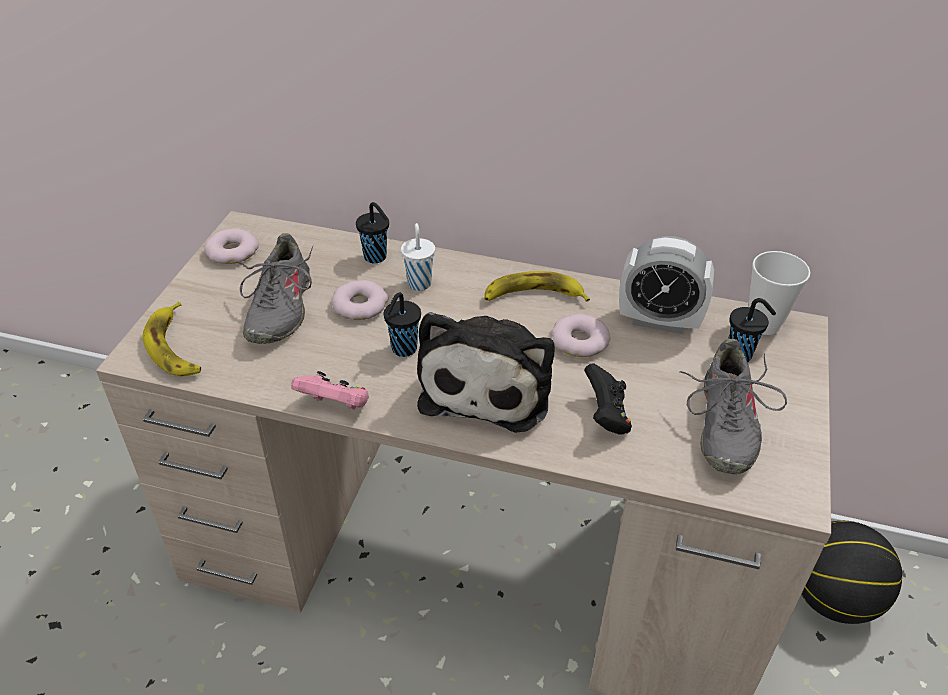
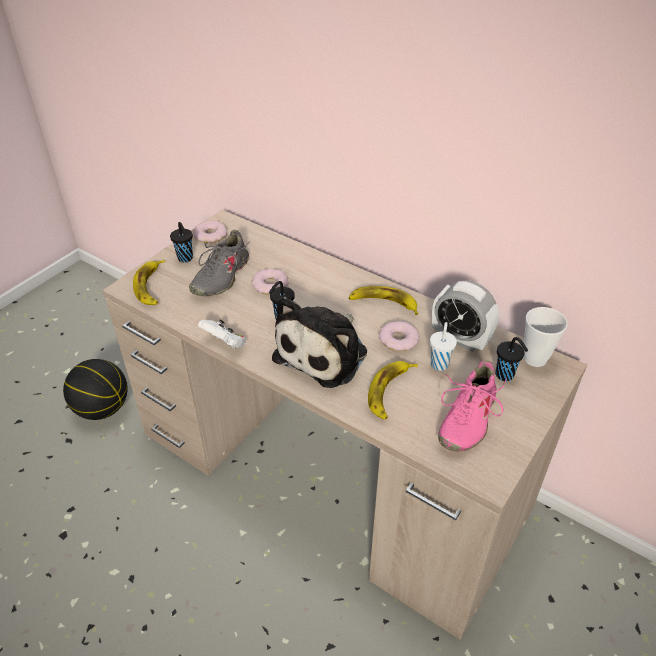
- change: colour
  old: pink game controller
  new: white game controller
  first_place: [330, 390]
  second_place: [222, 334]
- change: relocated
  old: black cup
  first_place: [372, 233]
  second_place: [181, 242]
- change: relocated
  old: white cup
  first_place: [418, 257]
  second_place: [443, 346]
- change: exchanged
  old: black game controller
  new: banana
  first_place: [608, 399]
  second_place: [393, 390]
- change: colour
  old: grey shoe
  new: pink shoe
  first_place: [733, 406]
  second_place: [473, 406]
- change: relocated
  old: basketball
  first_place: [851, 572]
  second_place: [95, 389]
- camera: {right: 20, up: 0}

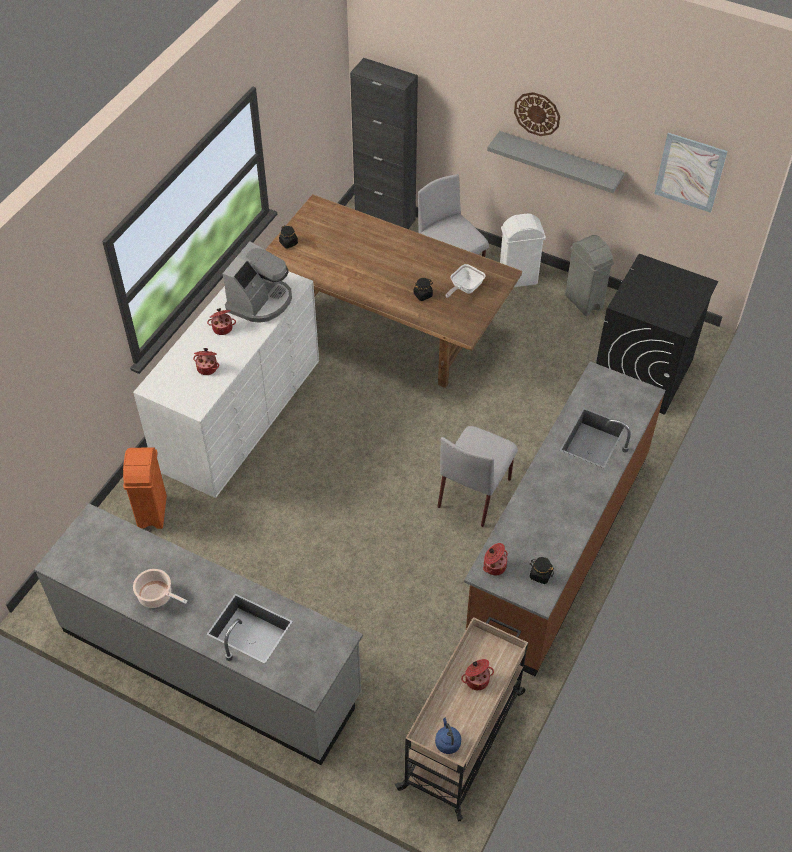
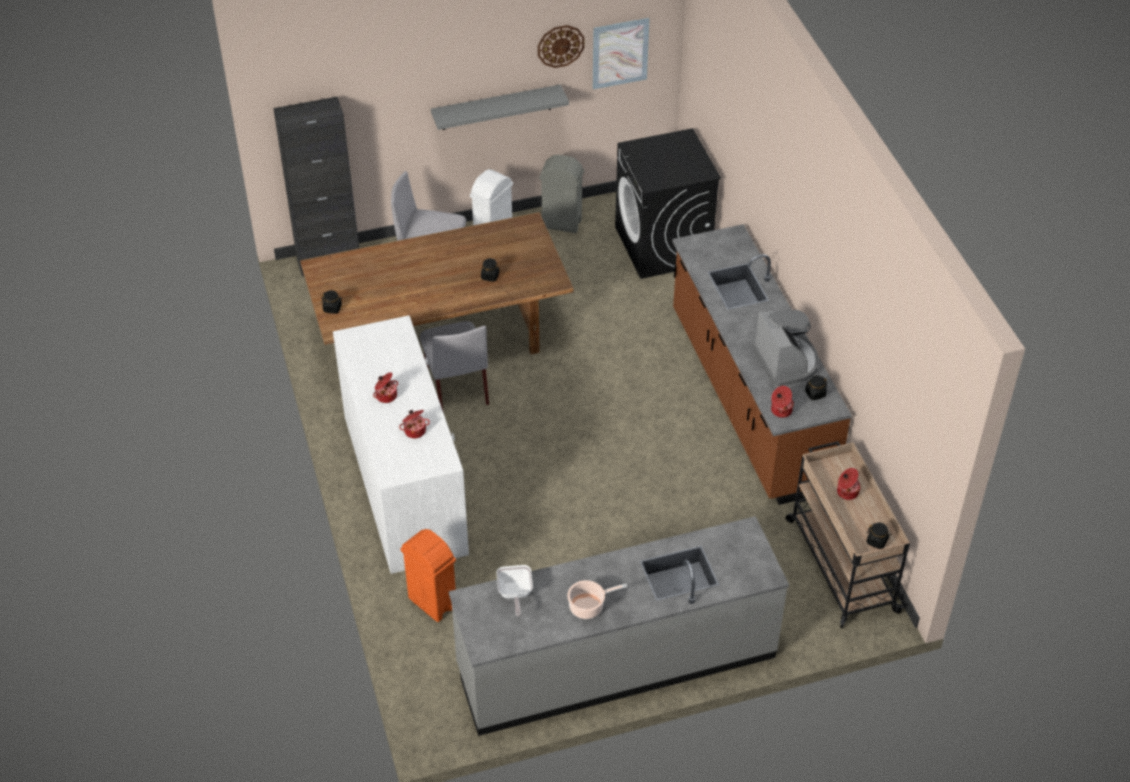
- change: relocated
  old: coffee machine
  first_place: [257, 282]
  second_place: [786, 348]
- change: exchanged
  old: blue kettle
  new: black jar
  first_place: [448, 736]
  second_place: [878, 536]
- change: relocated
  old: grey chair
  first_place: [477, 476]
  second_place: [454, 367]
- change: relocated
  old: frying pan
  first_place: [465, 281]
  second_place: [515, 590]
- change: relocated
  old: wall clock
  first_place: [537, 114]
  second_place: [561, 46]
- camera: {right: -45, up: -5}

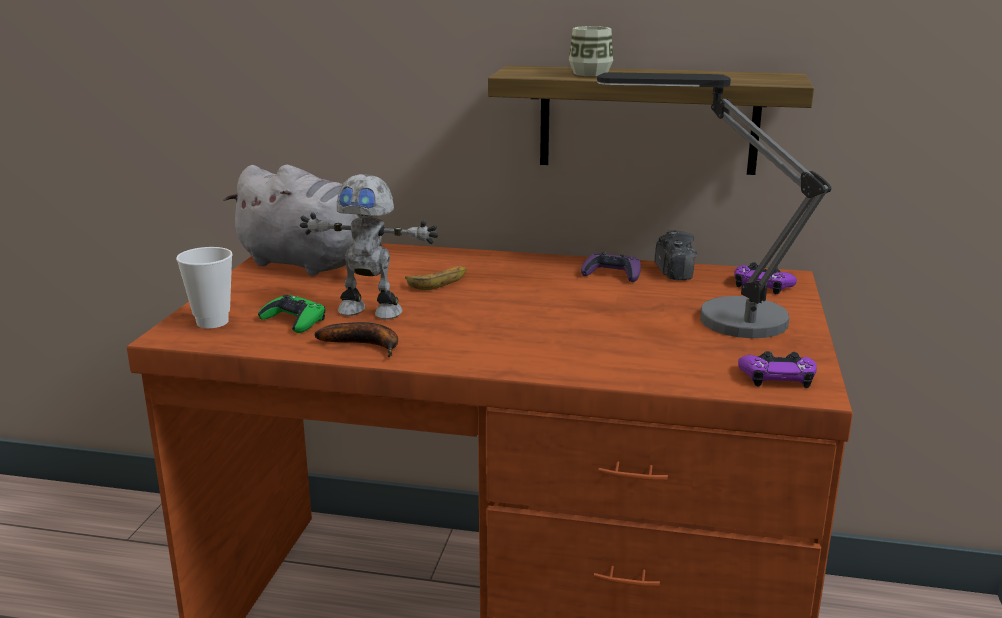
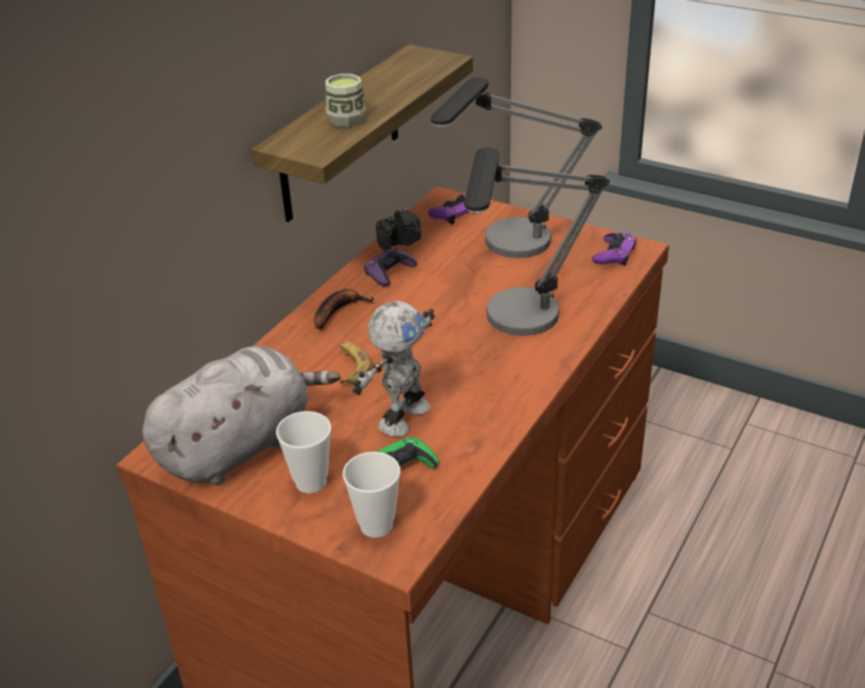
- change: relocated
  old: banana
  first_place: [356, 339]
  second_place: [344, 309]
- change: spun
  old: photo camera
  first_place: [676, 255]
  second_place: [398, 229]
  degrees: 150
- change: appeared
  new: cup
  second_place: [303, 452]
- change: appeared
  new: table lamp
  second_place: [537, 241]
- camera: {right: -70, up: 15}

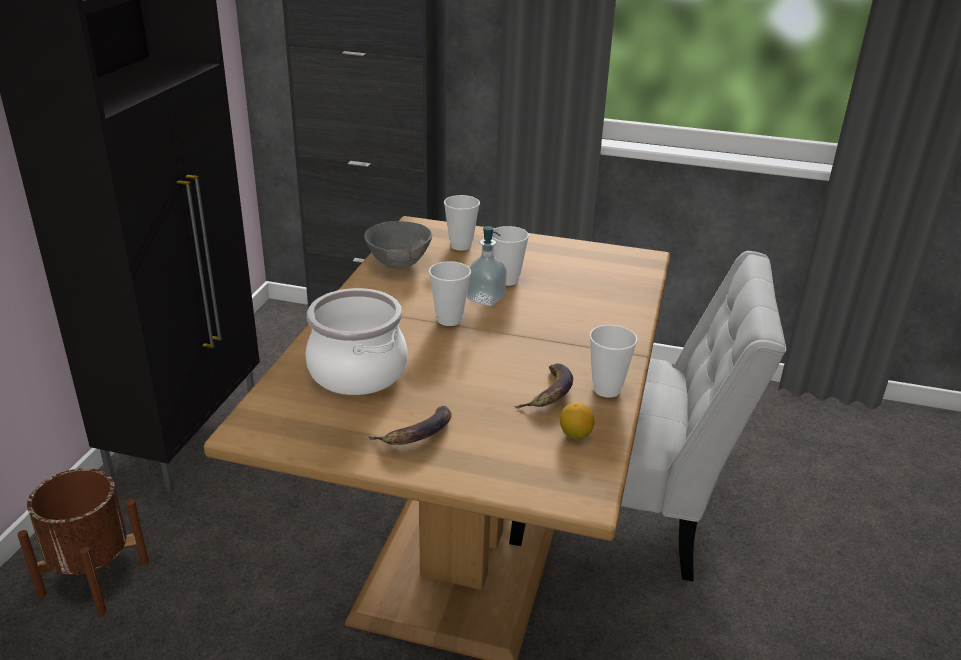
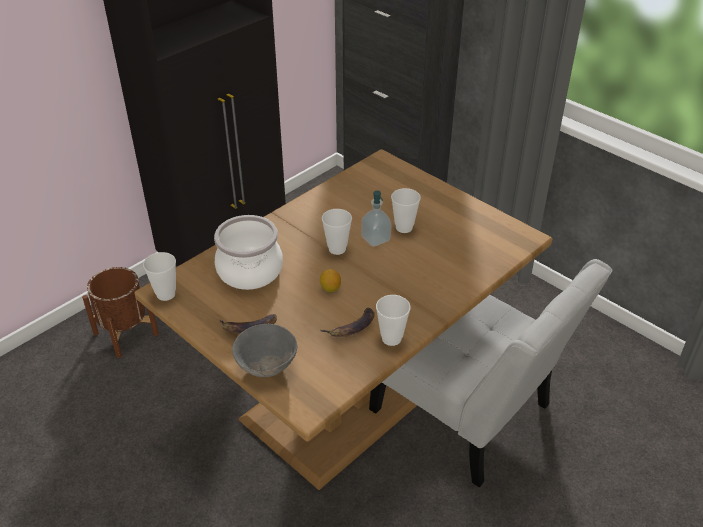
- change: relocated
  old: grey bowl
  first_place: [398, 244]
  second_place: [264, 350]
- change: relocated
  old: cup
  first_place: [462, 223]
  second_place: [159, 276]
- change: relocated
  old: lemon
  first_place: [577, 420]
  second_place: [330, 280]
- camera: {right: 30, up: 10}

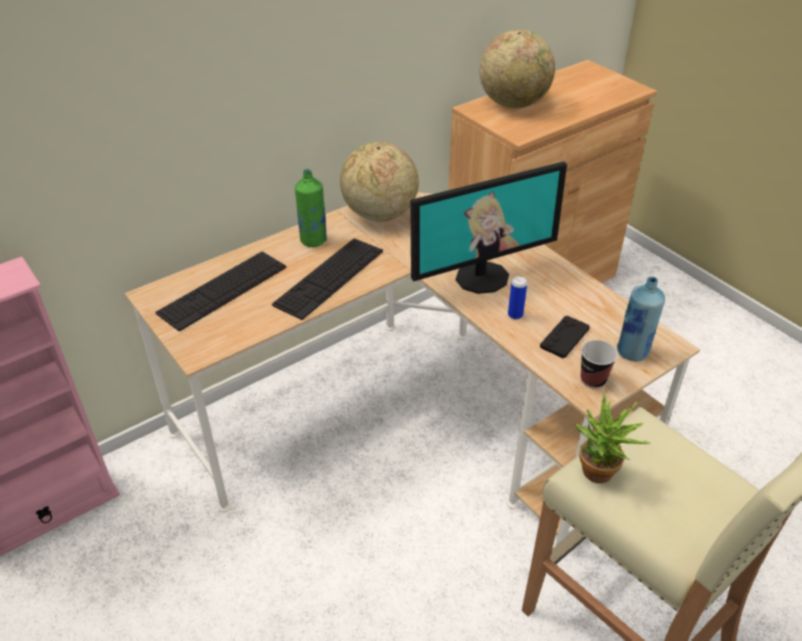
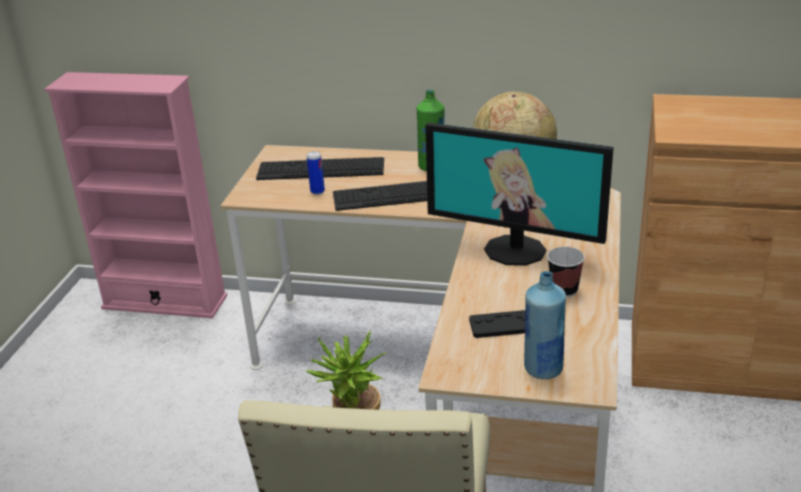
- change: missing
  old: globe
  first_place: [517, 68]
- change: relocated
  old: can
  first_place: [517, 298]
  second_place: [316, 173]
- change: relocated
  old: cup
  first_place: [599, 364]
  second_place: [566, 272]
- camera: {right: 50, up: -10}

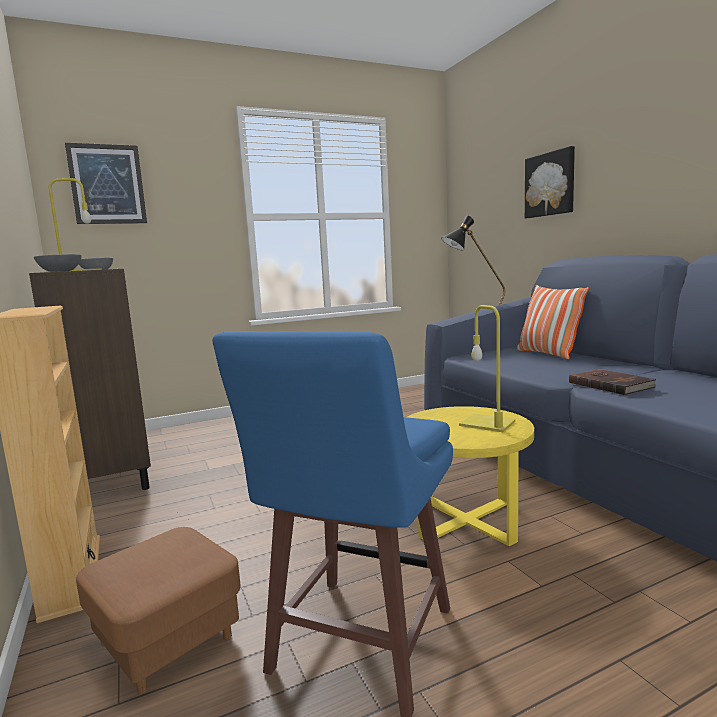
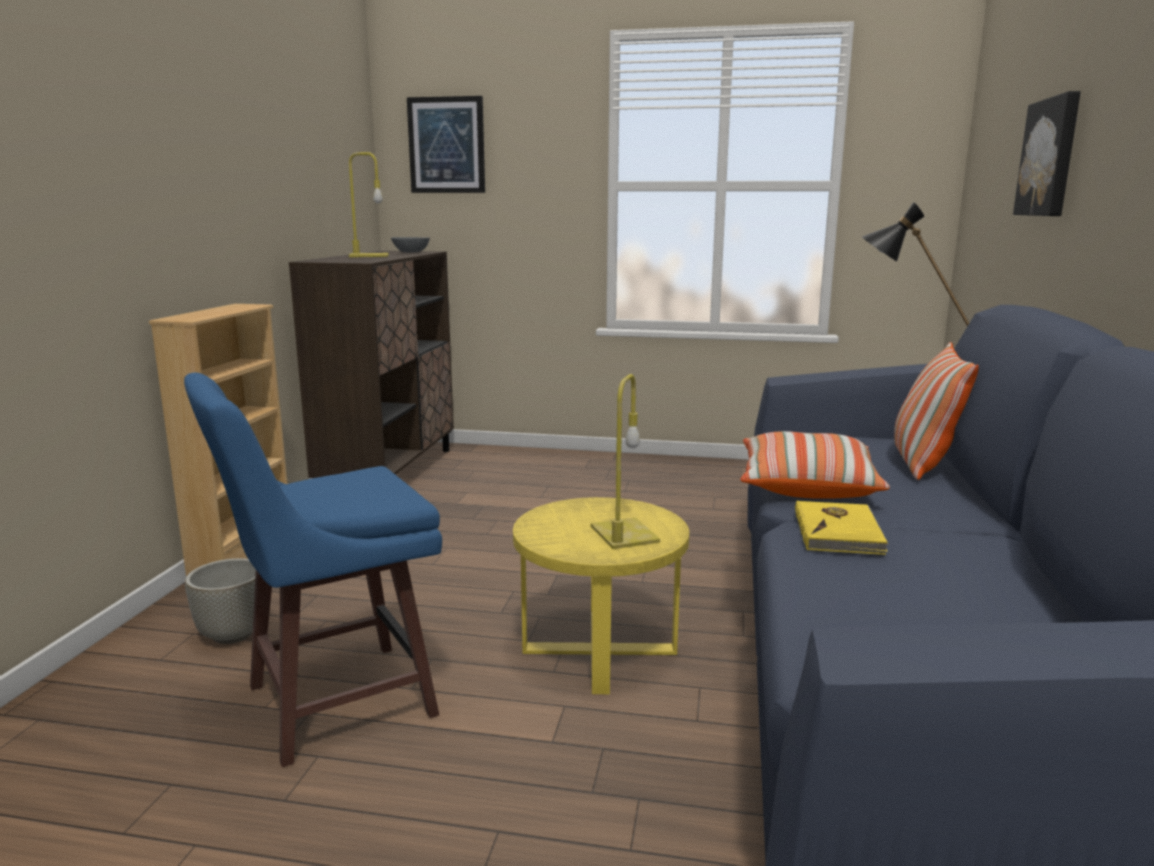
- change: missing
  old: grey bowl
  first_place: [58, 263]
- change: exchanged
  old: brown ottoman
  new: grey planter
  first_place: [158, 610]
  second_place: [220, 601]
- change: colour
  old: brown book
  new: yellow book
  first_place: [613, 382]
  second_place: [842, 528]
- change: appeared
  new: pillow
  second_place: [815, 465]
- camera: {right: 35, up: 5}

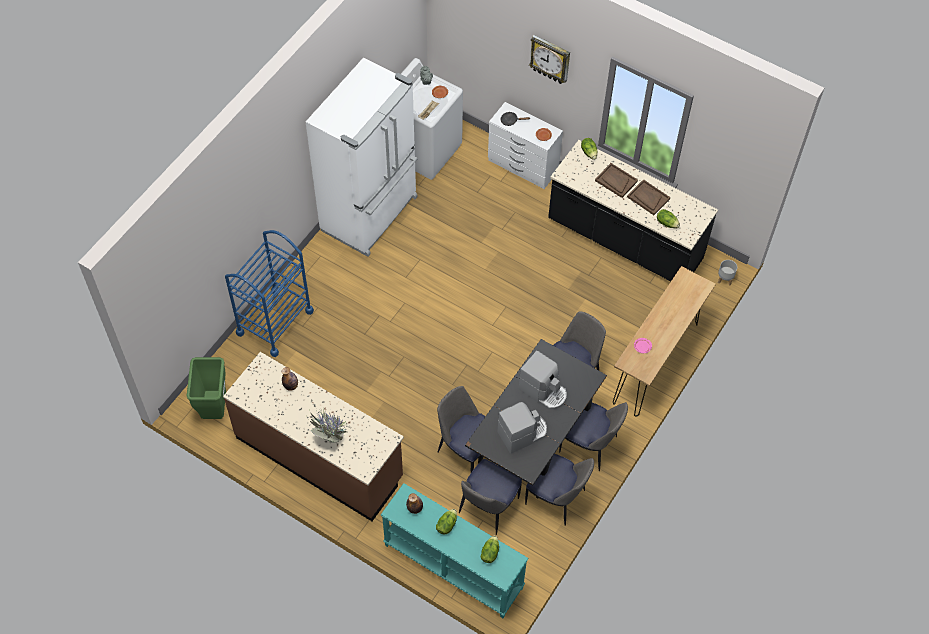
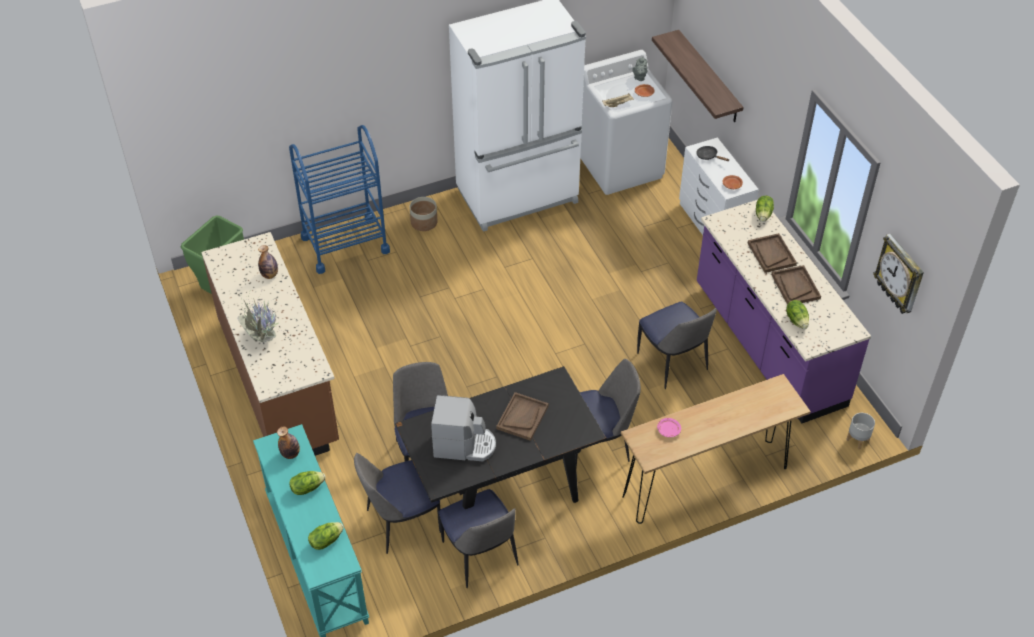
- change: exchanged
  old: coffee machine
  new: brown tray
  first_place: [543, 379]
  second_place: [522, 416]
- change: relocated
  old: wall clock
  first_place: [549, 59]
  second_place: [898, 274]
- change: colour
  old: black counter
  new: purple counter
  first_place: [633, 210]
  second_place: [784, 311]
- change: relocated
  old: chair
  first_place: [593, 436]
  second_place: [677, 345]
- change: appeared
  new: planter
  second_place: [423, 214]
- change: appeared
  new: shelf
  second_place: [697, 76]
- camera: {right: 35, up: -10}

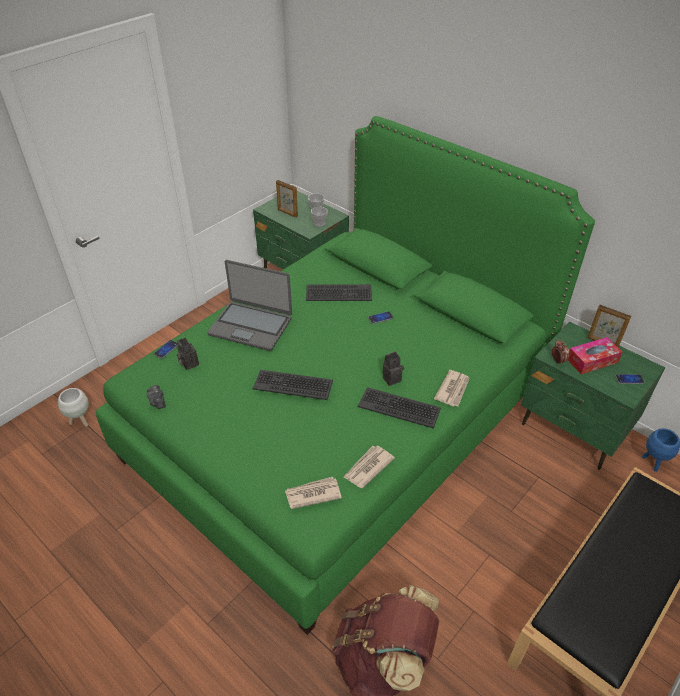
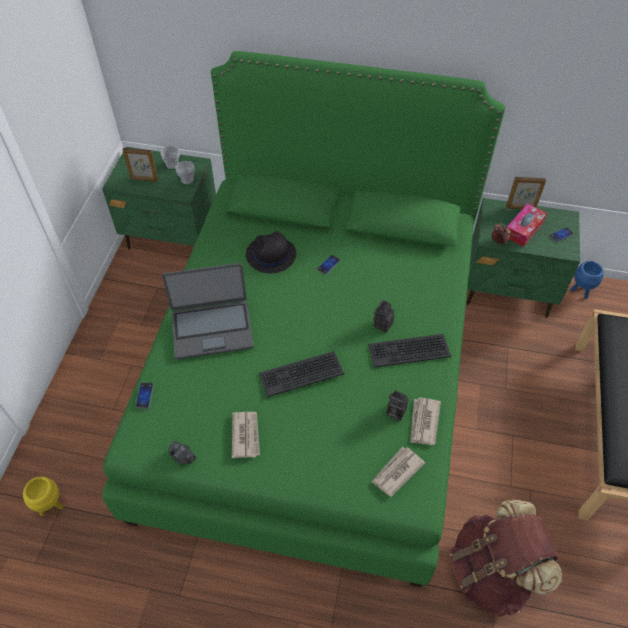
- change: colour
  old: white planter
  new: yellow planter
  first_place: [73, 407]
  second_place: [43, 496]
- change: relocated
  old: photo camera
  first_place: [188, 354]
  second_place: [397, 405]
- change: exchanged
  old: keyboard
  new: black hat
  first_place: [339, 292]
  second_place: [271, 252]
- change: relocated
  old: newspaper
  first_place: [452, 388]
  second_place: [246, 435]
- camera: {right: -30, up: 10}

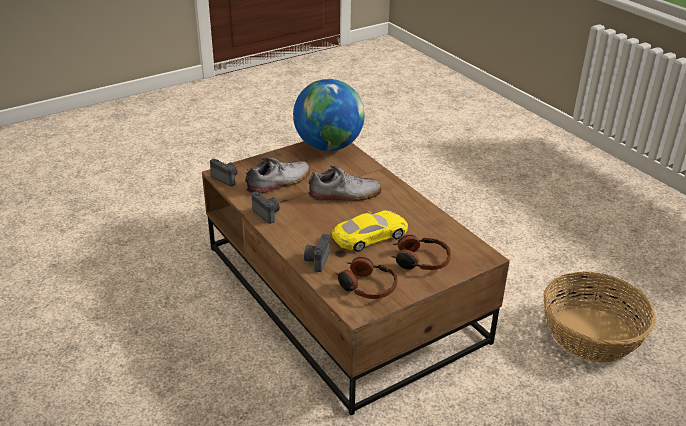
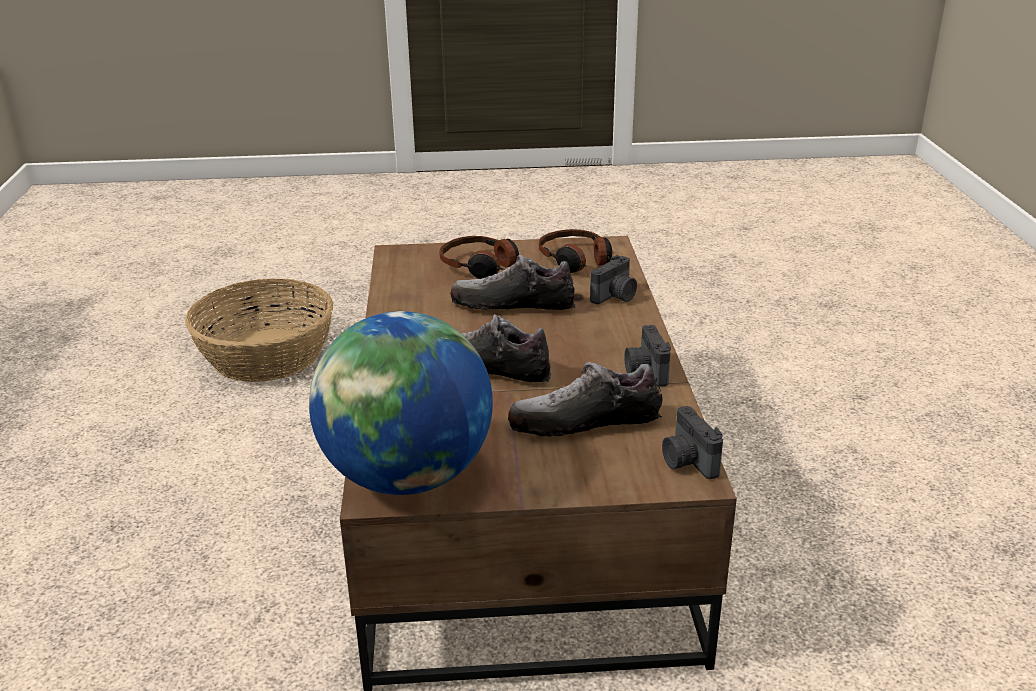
- change: exchanged
  old: yellow toy car
  new: shoe
  first_place: [370, 231]
  second_place: [513, 282]
- camera: {right: -150, up: -5}

